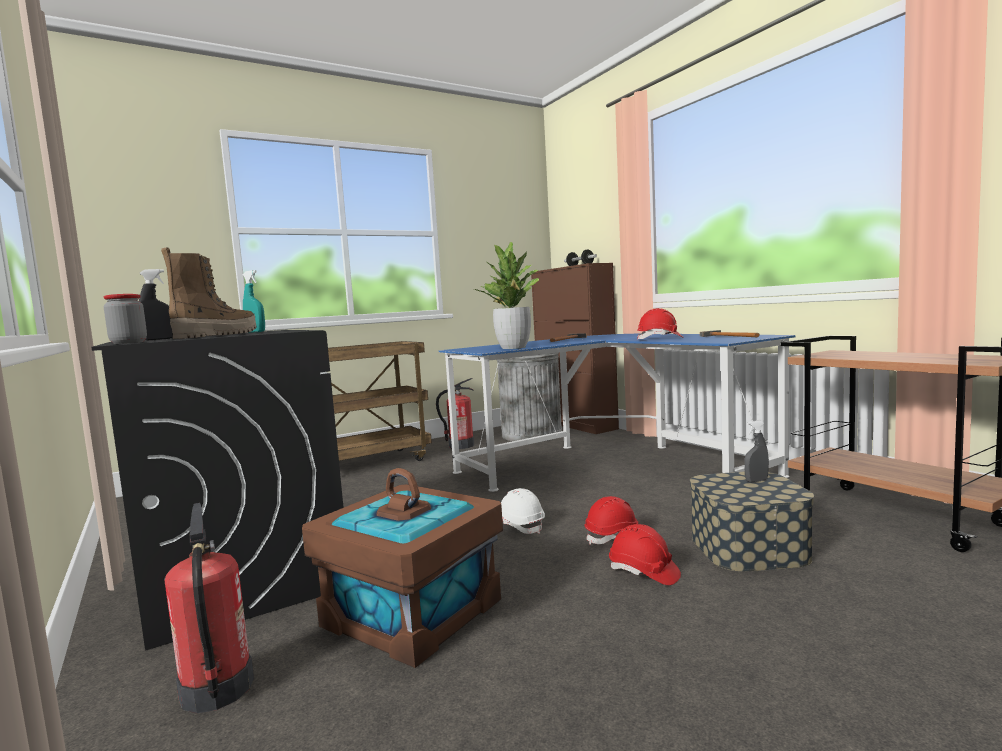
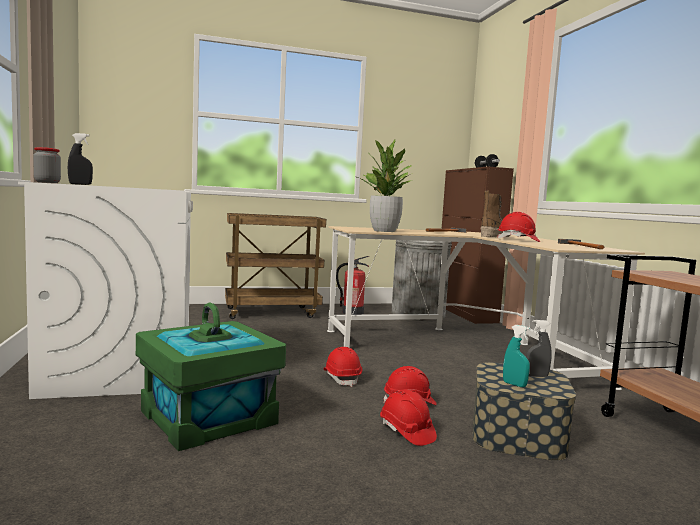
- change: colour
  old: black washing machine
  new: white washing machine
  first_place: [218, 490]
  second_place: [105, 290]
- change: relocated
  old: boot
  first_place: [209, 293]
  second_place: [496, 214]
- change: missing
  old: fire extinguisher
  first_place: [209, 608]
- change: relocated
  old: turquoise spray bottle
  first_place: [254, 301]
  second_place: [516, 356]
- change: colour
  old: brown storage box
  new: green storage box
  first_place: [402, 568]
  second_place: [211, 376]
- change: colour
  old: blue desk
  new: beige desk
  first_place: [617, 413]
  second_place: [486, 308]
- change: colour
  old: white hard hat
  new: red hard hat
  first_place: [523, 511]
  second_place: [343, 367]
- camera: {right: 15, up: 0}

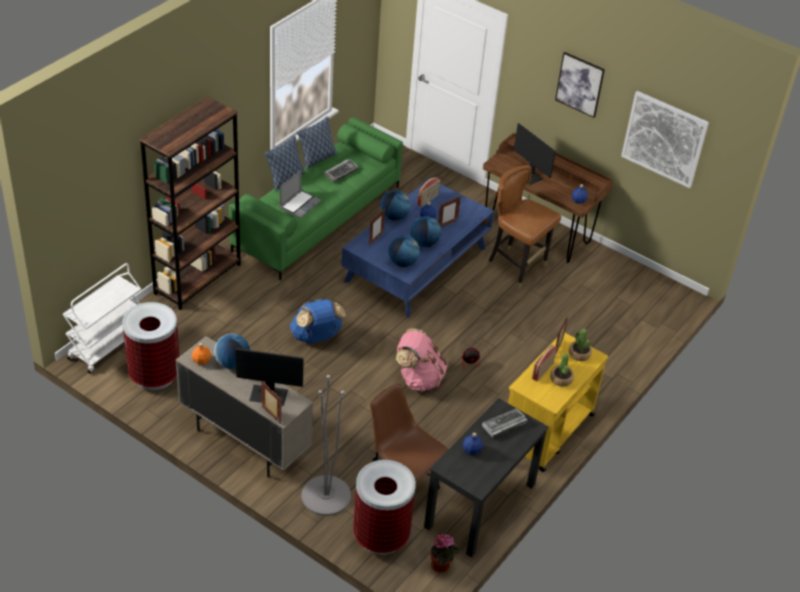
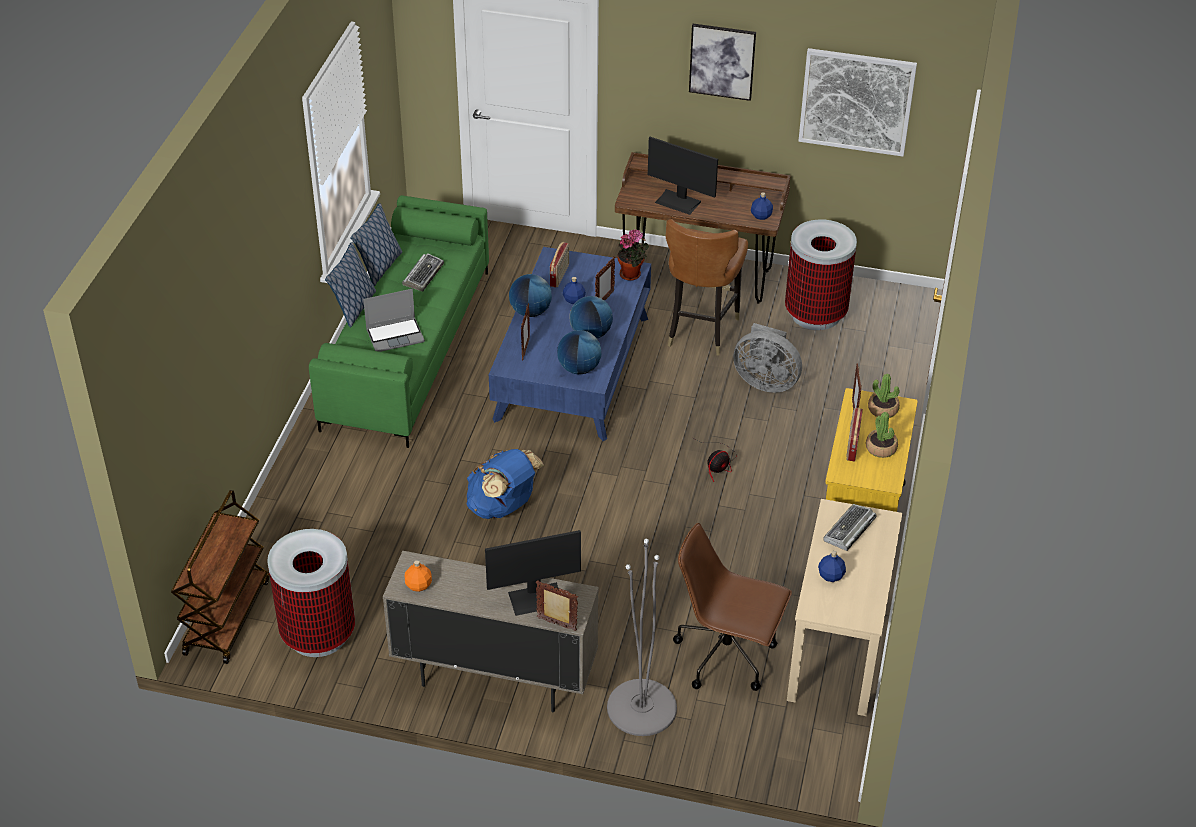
- change: colour
  old: white cart
  new: brown cart
  first_place: [102, 318]
  second_place: [220, 577]
- change: missing
  old: brown bookcase
  first_place: [190, 203]
- change: missing
  old: globe
  first_place: [232, 351]
- change: spun
  old: laptop
  first_place: [300, 194]
  second_place: [394, 320]
  degrees: 60
- change: relocated
  old: trash can
  first_place: [384, 507]
  second_place: [821, 274]
- change: missing
  old: pink backpack
  first_place: [422, 360]
- change: colour
  old: black desk
  new: beige desk
  first_place: [486, 478]
  second_place: [844, 607]
- change: relocated
  old: potted plant
  first_place: [444, 553]
  second_place: [633, 255]
- change: spun
  old: brown chair
  first_place: [524, 227]
  second_place: [707, 287]
  degrees: -90
- change: appeared
  new: grey fan
  second_place: [767, 358]
- camera: {right: -20, up: 0}

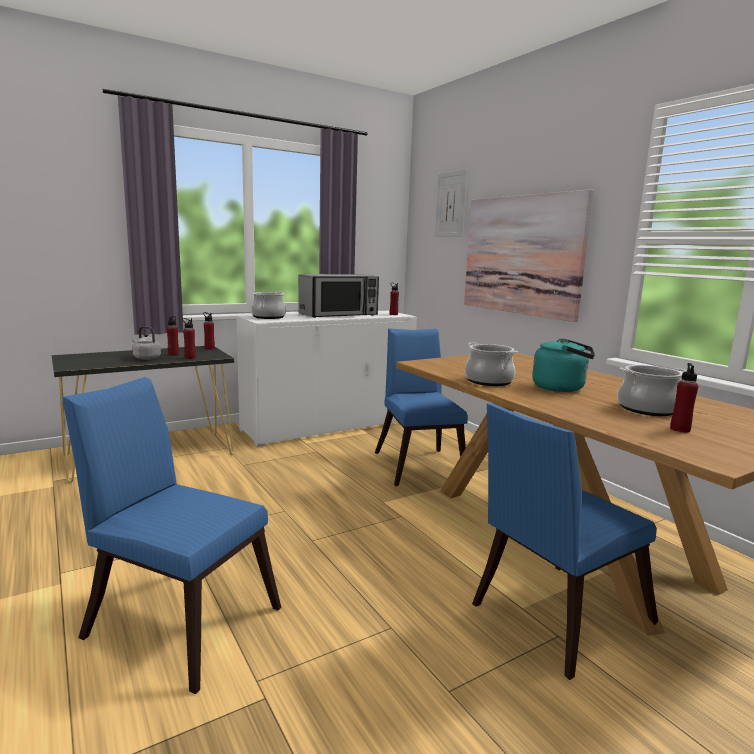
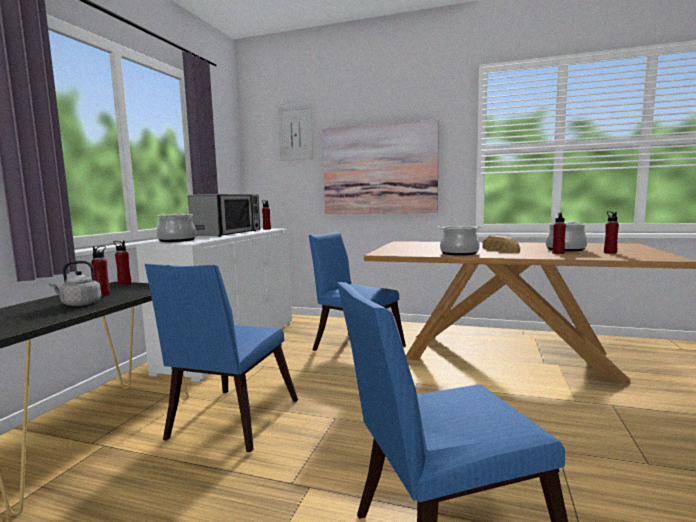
- change: relocated
  old: red bottle
  first_place: [189, 338]
  second_place: [559, 233]
- change: relocated
  old: blue chair
  first_place: [565, 541]
  second_place: [221, 358]
- change: exchanged
  old: turquoise kettle
  new: bread
  first_place: [563, 365]
  second_place: [501, 244]
- camera: {right: -40, up: -5}

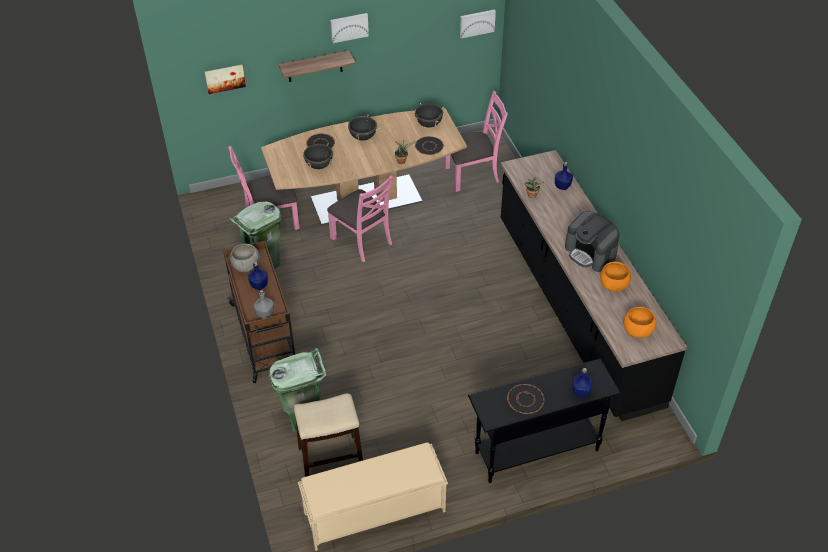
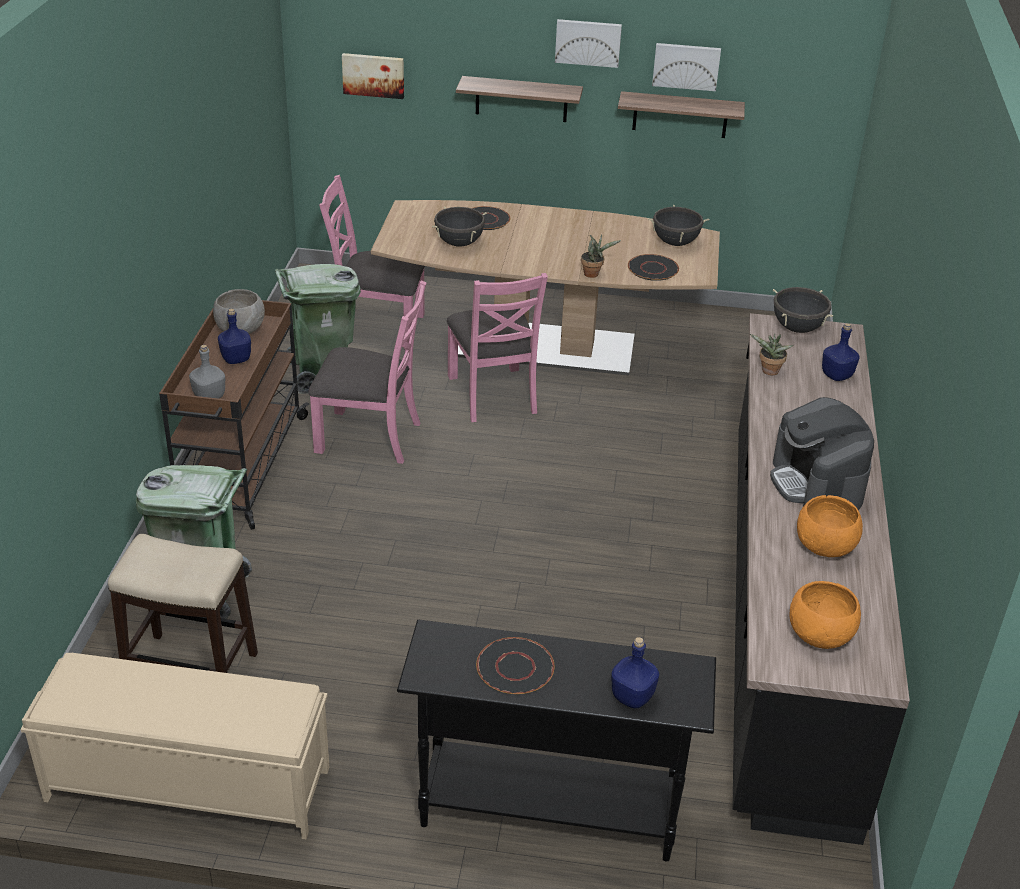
- change: relocated
  old: black cooking pot
  first_place: [362, 127]
  second_place: [803, 310]
- change: relocated
  old: pink chair
  first_place: [476, 141]
  second_place: [367, 372]
- change: relocated
  old: picture
  first_place: [478, 24]
  second_place: [686, 67]
- change: appeared
  new: shelf
  second_place: [681, 114]
- camera: {right: 25, up: -10}

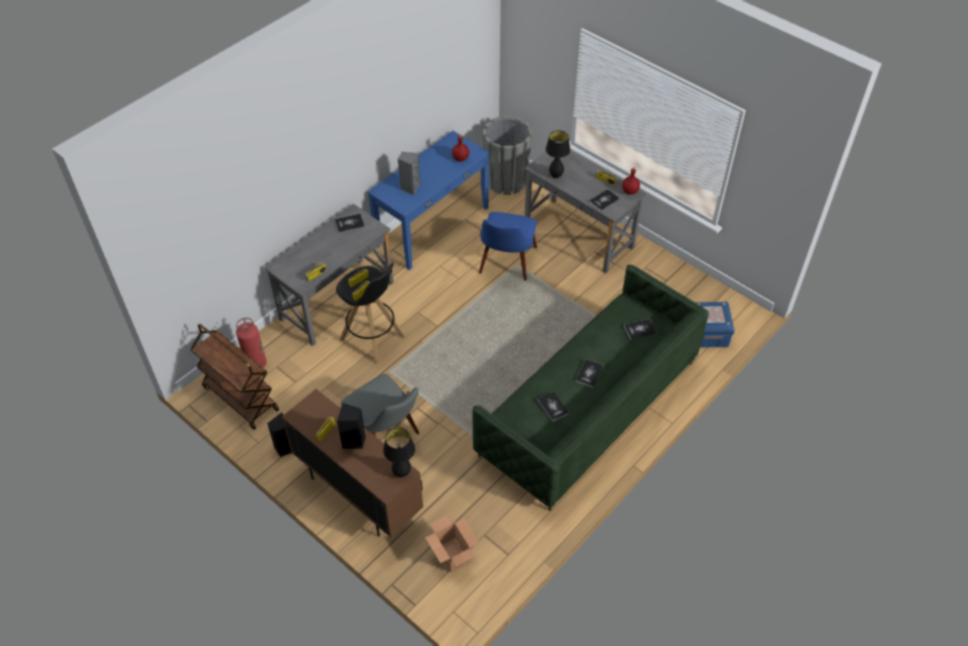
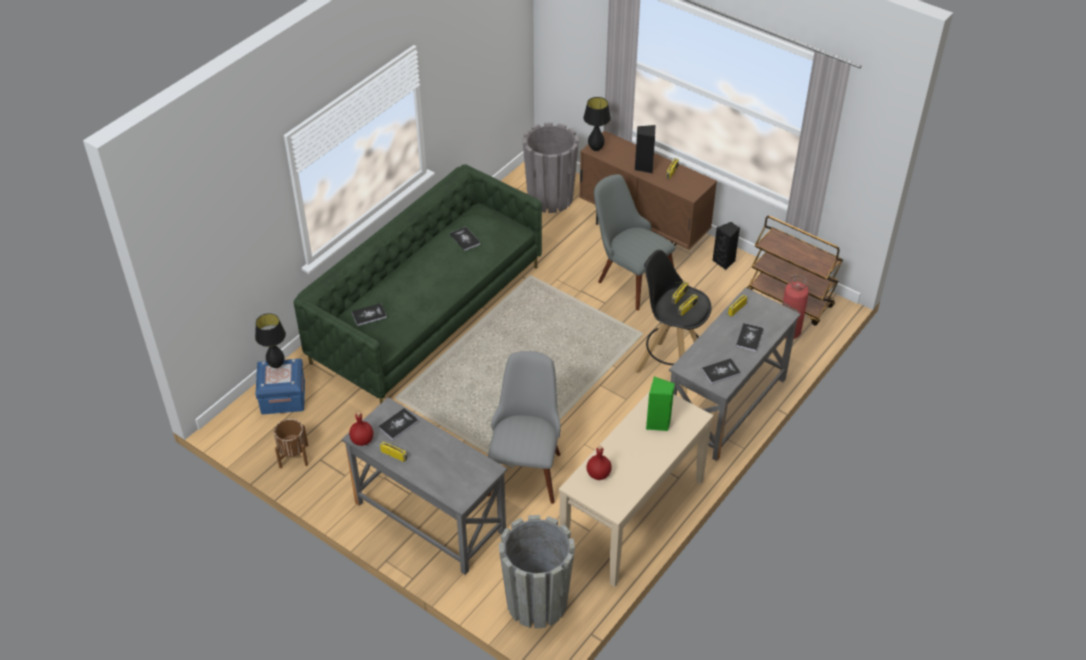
- change: colour
  old: blue console table
  new: beige console table
  first_place: [428, 200]
  second_place: [636, 489]
- change: colour
  old: grey speaker
  new: green speaker
  first_place: [409, 173]
  second_place: [660, 404]
- change: exchanged
  old: cardboard box
  new: grey planter
  first_place: [452, 543]
  second_place: [550, 167]
- change: colour
  old: blue chair
  new: grey chair
  first_place: [508, 246]
  second_place: [524, 427]
- change: relocated
  old: black table lamp
  first_place: [558, 154]
  second_place: [270, 340]
- change: relocated
  old: book
  first_place: [589, 373]
  second_place: [750, 337]
- change: appeared
  new: brown planter
  second_place: [291, 444]
- camera: {right: 175, up: -5}

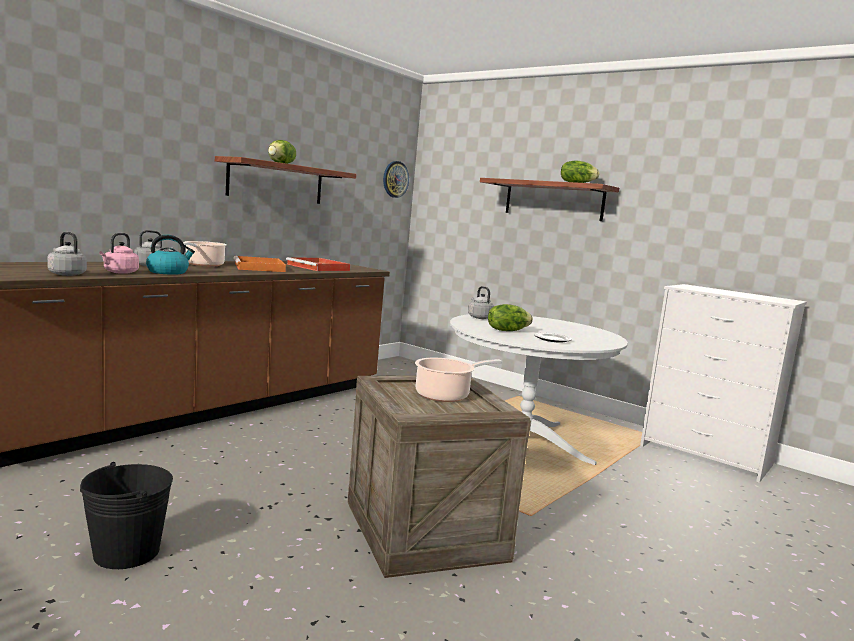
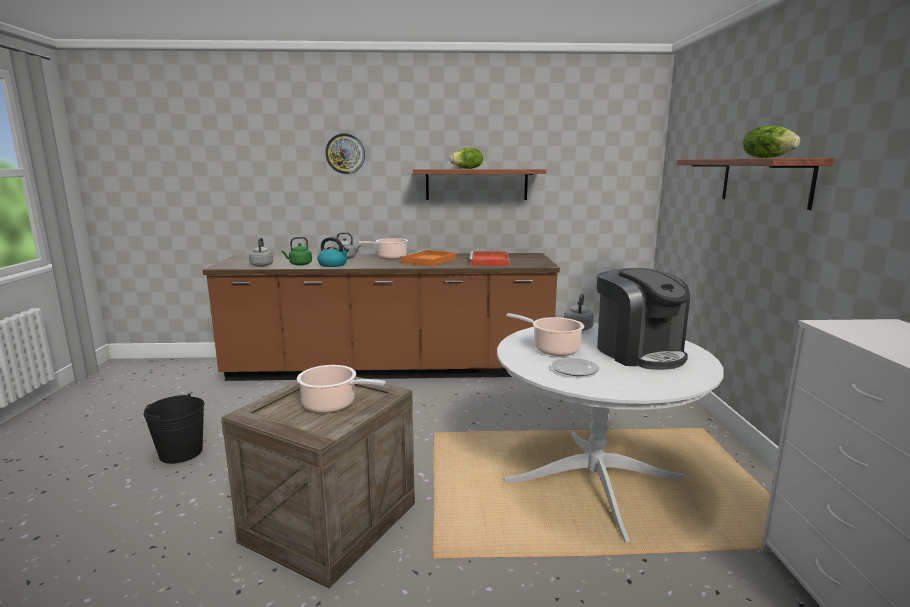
- change: colour
  old: pink kettle
  new: green kettle
  first_place: [119, 253]
  second_place: [296, 251]
- change: relocated
  old: wall clock
  first_place: [396, 179]
  second_place: [345, 153]
- change: exchanged
  old: lettuce
  new: cooking pot
  first_place: [510, 317]
  second_place: [545, 334]
- change: appeared
  new: coffee machine
  second_place: [643, 319]
- camera: {right: 50, up: 5}

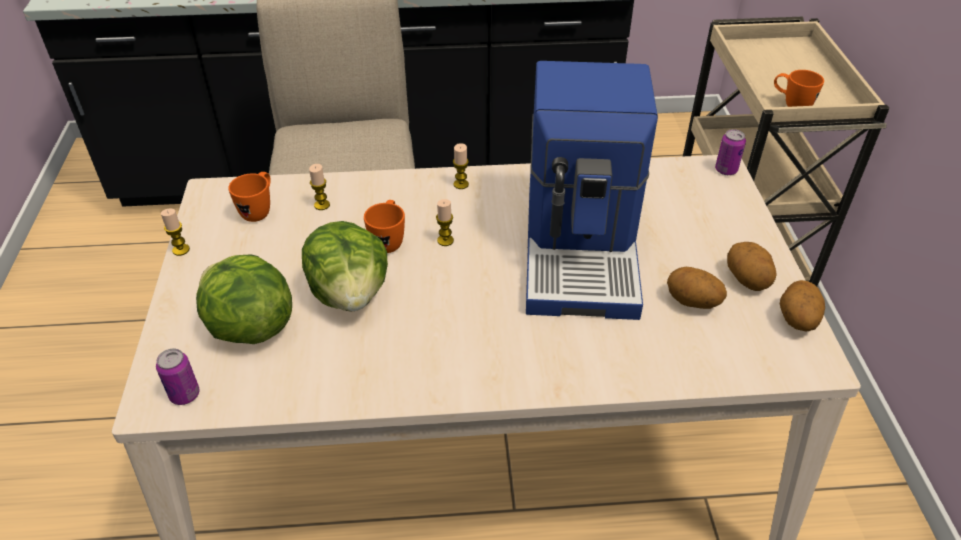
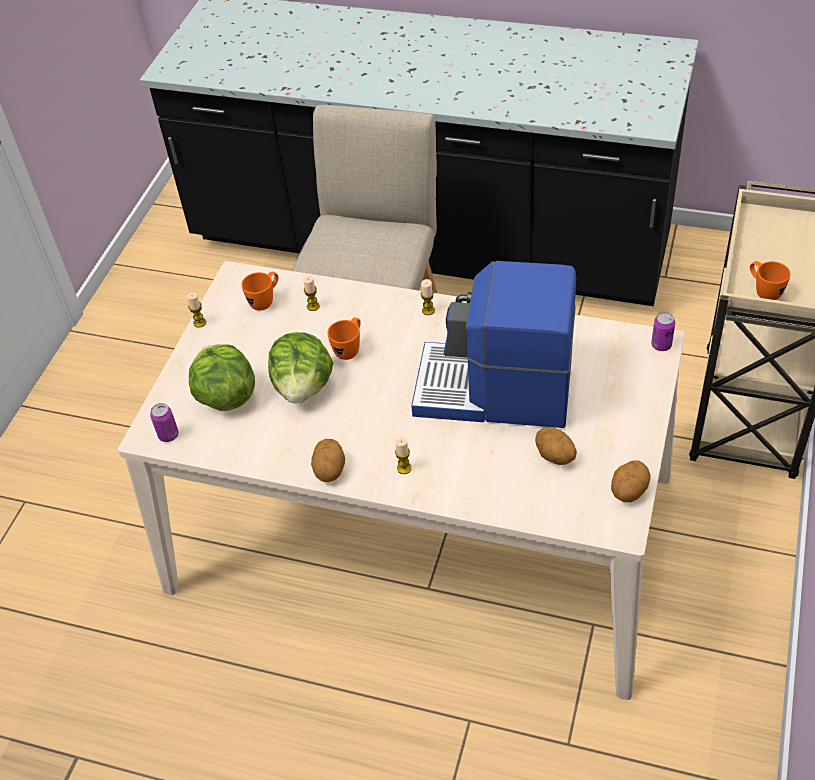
- change: relocated
  old: candle
  first_place: [445, 222]
  second_place: [403, 456]
- change: spun
  old: coffee machine
  first_place: [592, 190]
  second_place: [493, 344]
  degrees: 75
- change: relocated
  old: potato
  first_place: [752, 266]
  second_place: [328, 460]
- camera: {right: 25, up: 5}

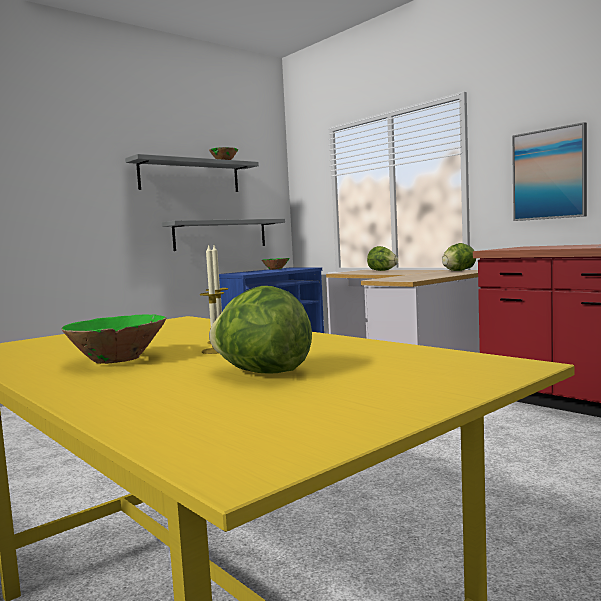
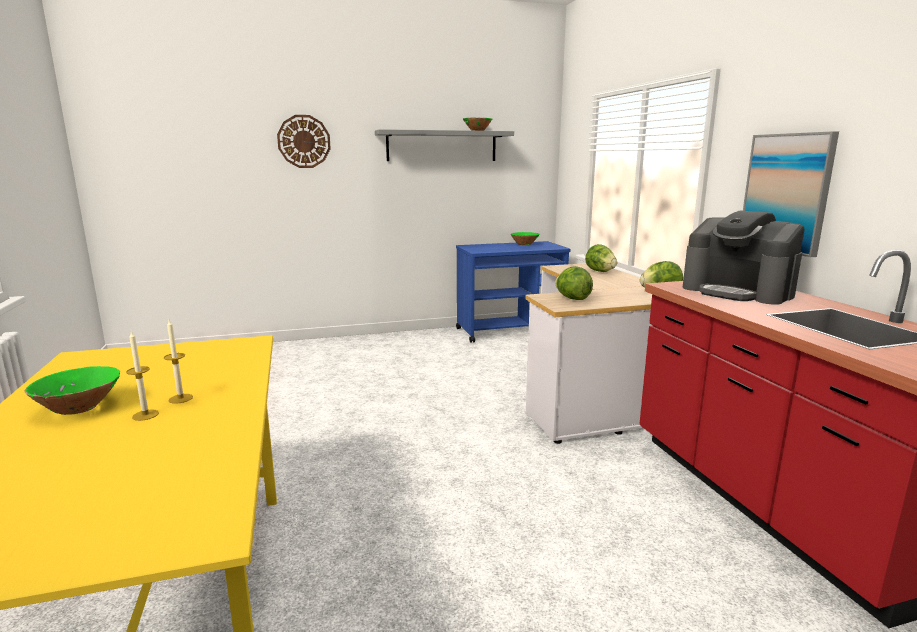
- change: missing
  old: grey shelf
  first_place: [223, 235]
- change: relocated
  old: lettuce
  first_place: [260, 329]
  second_place: [574, 283]
- change: appeared
  new: wall clock
  second_place: [304, 141]
- change: appeared
  new: coffee machine
  second_place: [744, 258]
- camera: {right: 25, up: 10}

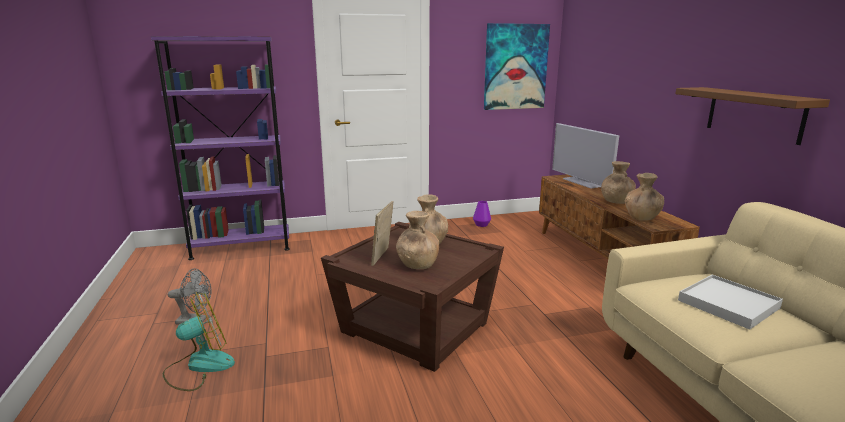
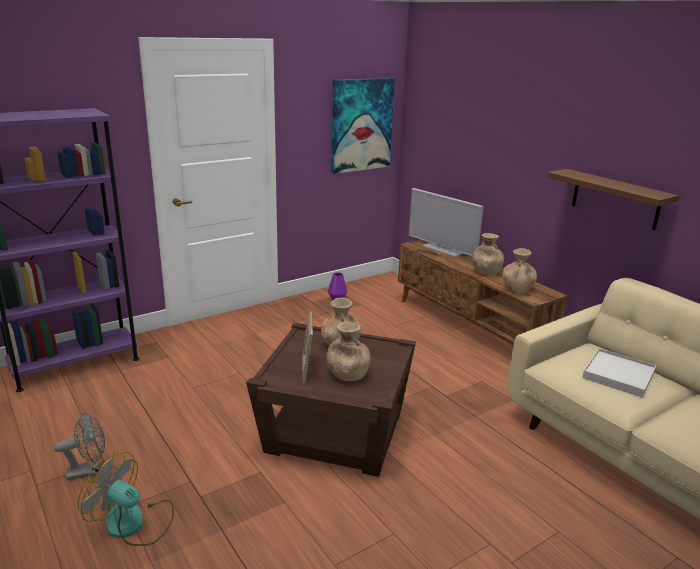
- change: spun
  old: fan
  first_place: [199, 341]
  second_place: [126, 499]
  degrees: -105
- camera: {right: -20, up: 5}

